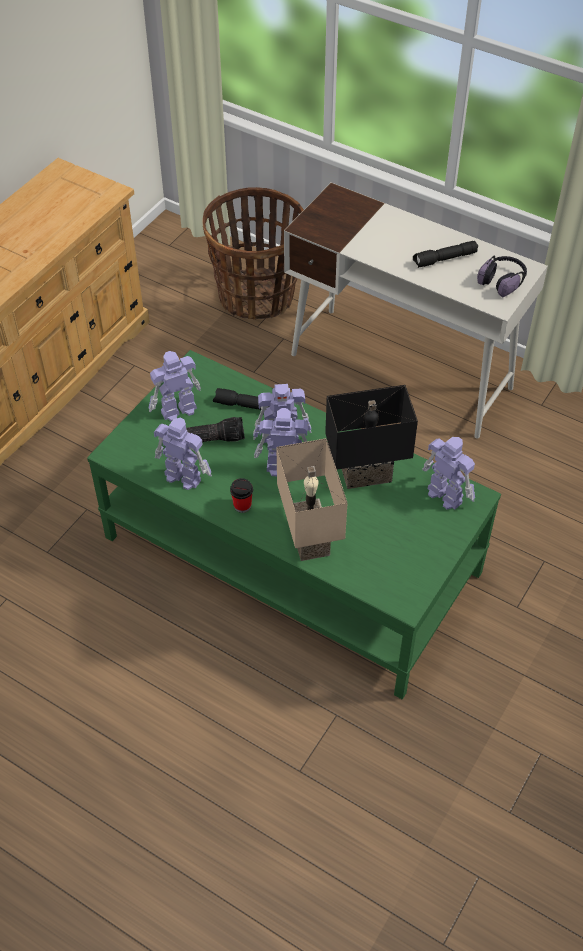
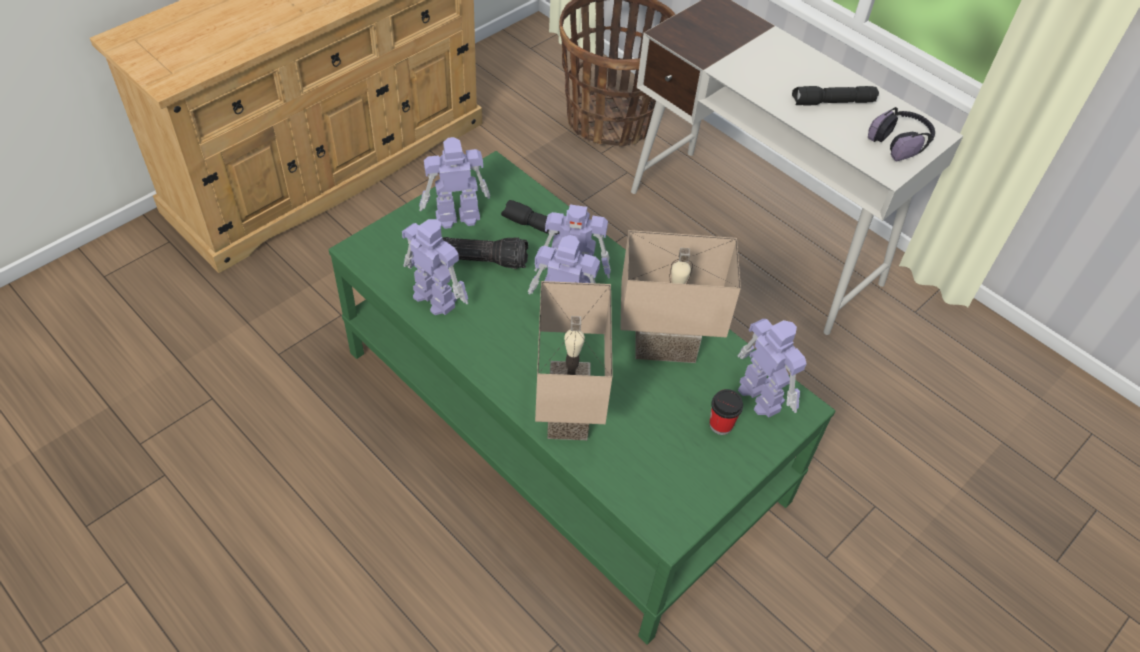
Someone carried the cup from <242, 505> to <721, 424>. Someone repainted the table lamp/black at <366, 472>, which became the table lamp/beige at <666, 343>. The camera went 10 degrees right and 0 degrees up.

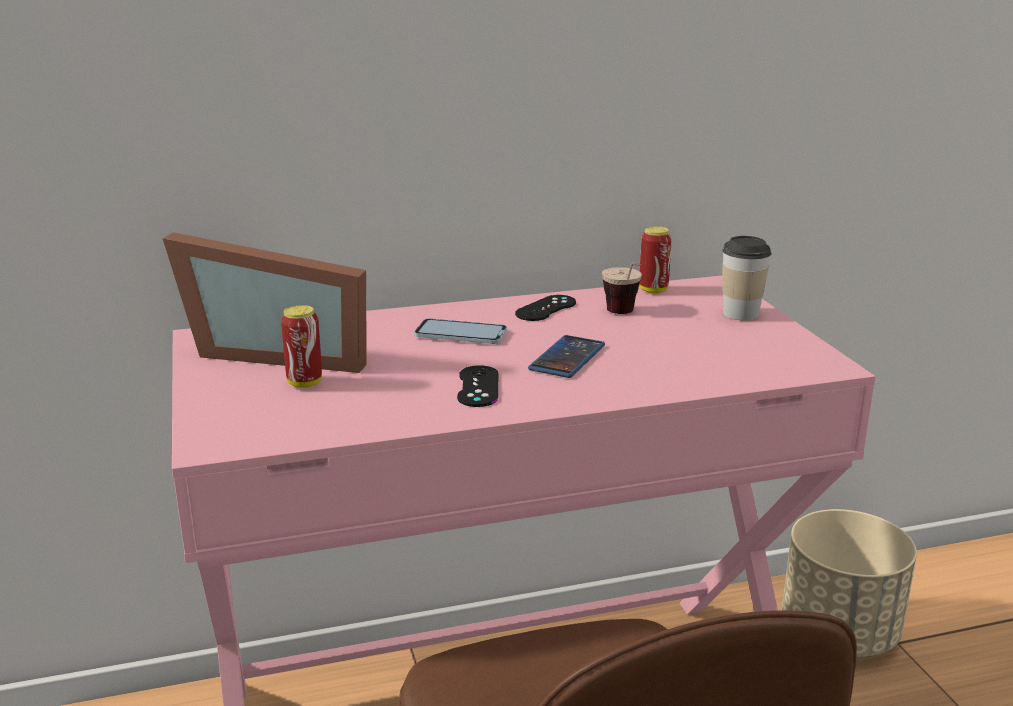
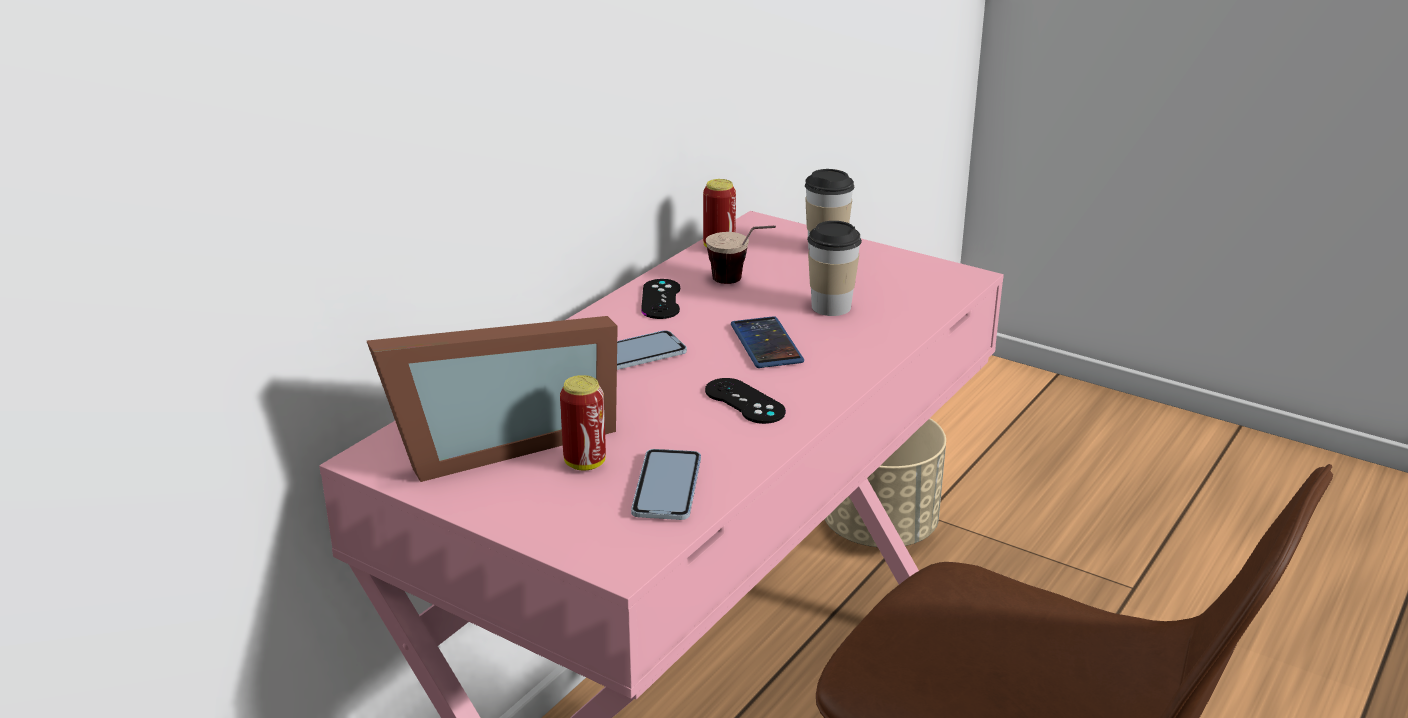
Someone put down the phone at <667, 487>. Someone put down the cup at <831, 307>. The camera went 40 degrees left and 5 degrees up.

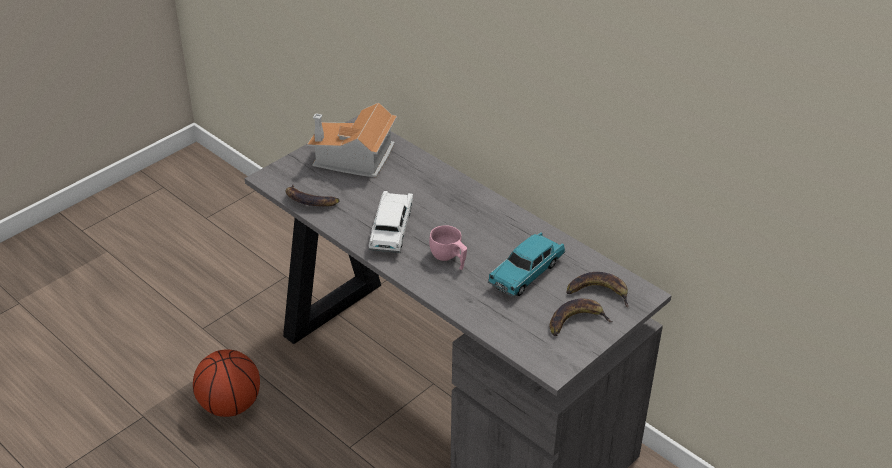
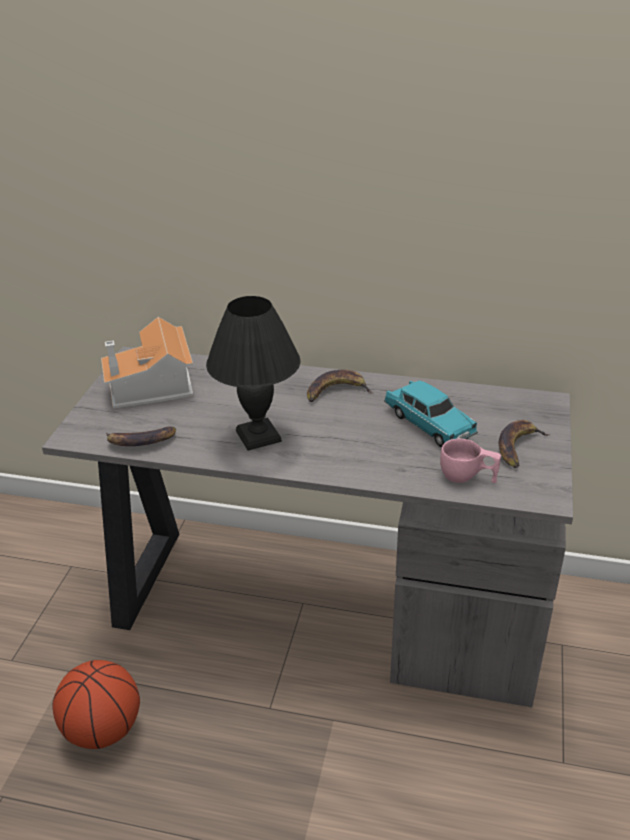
Someone swapped the toy car/white at <391, 230> for the table lamp/black at <257, 437>. Someone carried the cup/pink from <449, 258> to <467, 477>. Someone rotated the toy car/turquoise at <526, 273> by 45 degrees counterclockwise. Someone carried the banana from <598, 292> to <336, 391>. The camera went 30 degrees left and 5 degrees down.

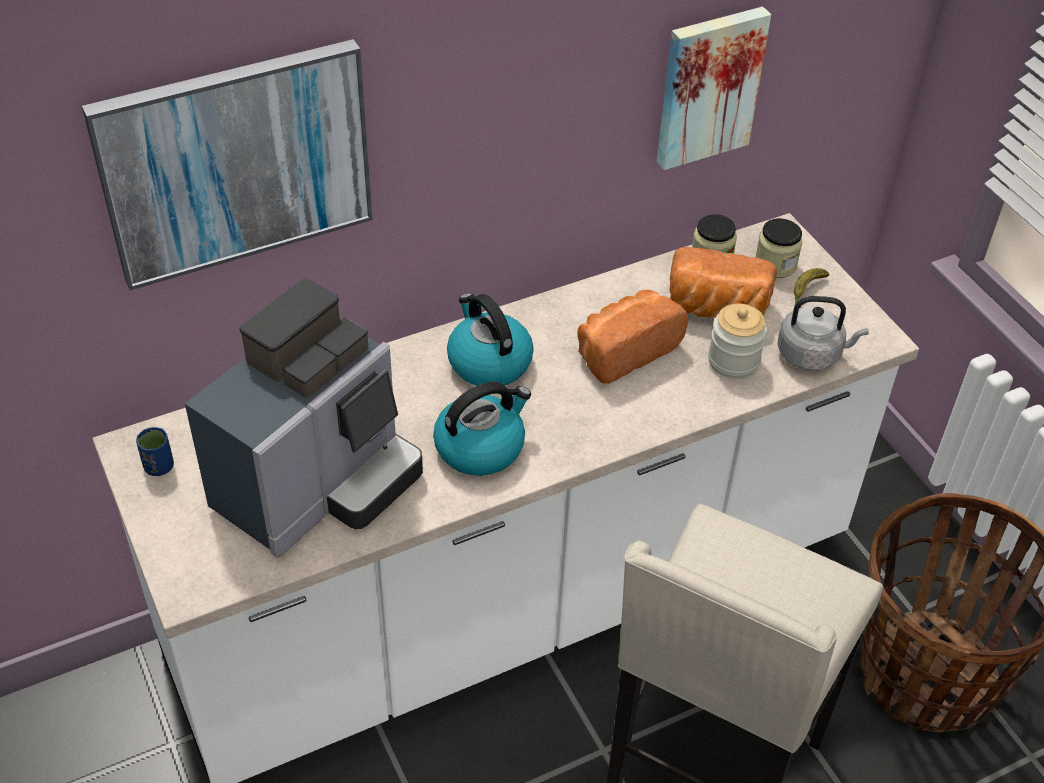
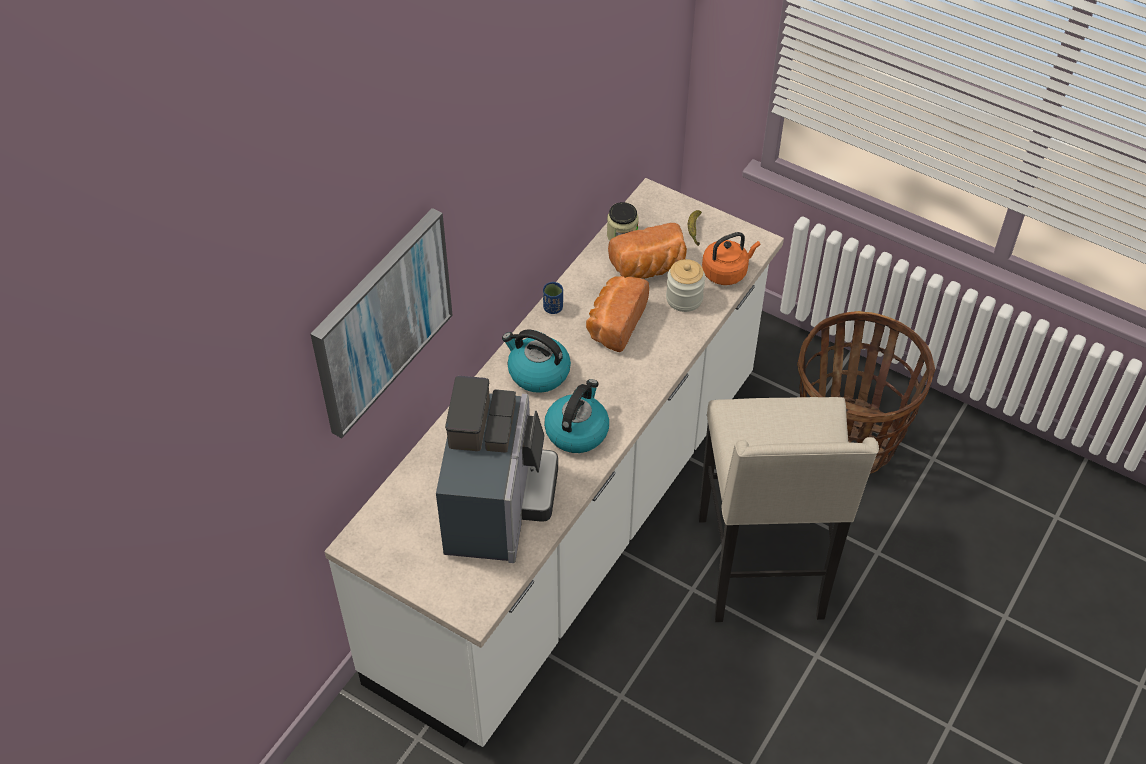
Someone carried the cup/blue from <159, 467> to <553, 308>. Someone took away the picture at <708, 86>. Someone took away the jar at <775, 265>. Someone repainted the kettle/grey at <812, 354>, which became the kettle/orange at <726, 272>. The camera went 30 degrees left and 5 degrees up.

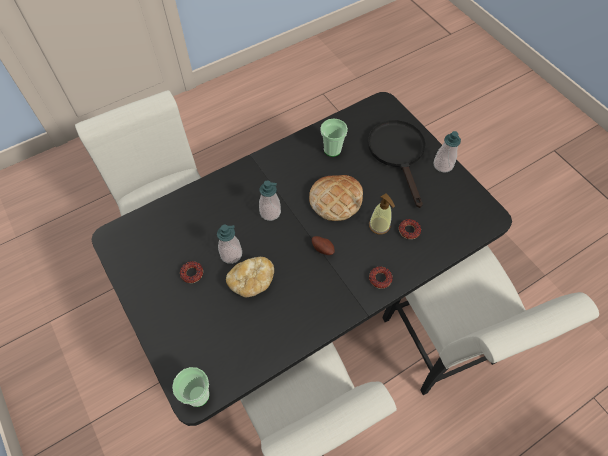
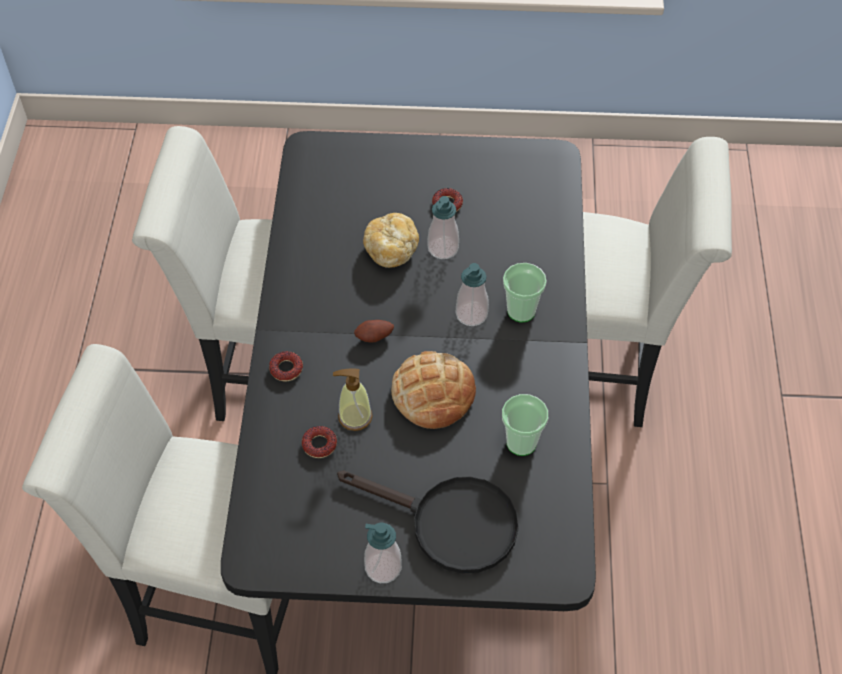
Someone carried the cup from <198, 395> to <521, 311>. The camera went 125 degrees right and 5 degrees down.

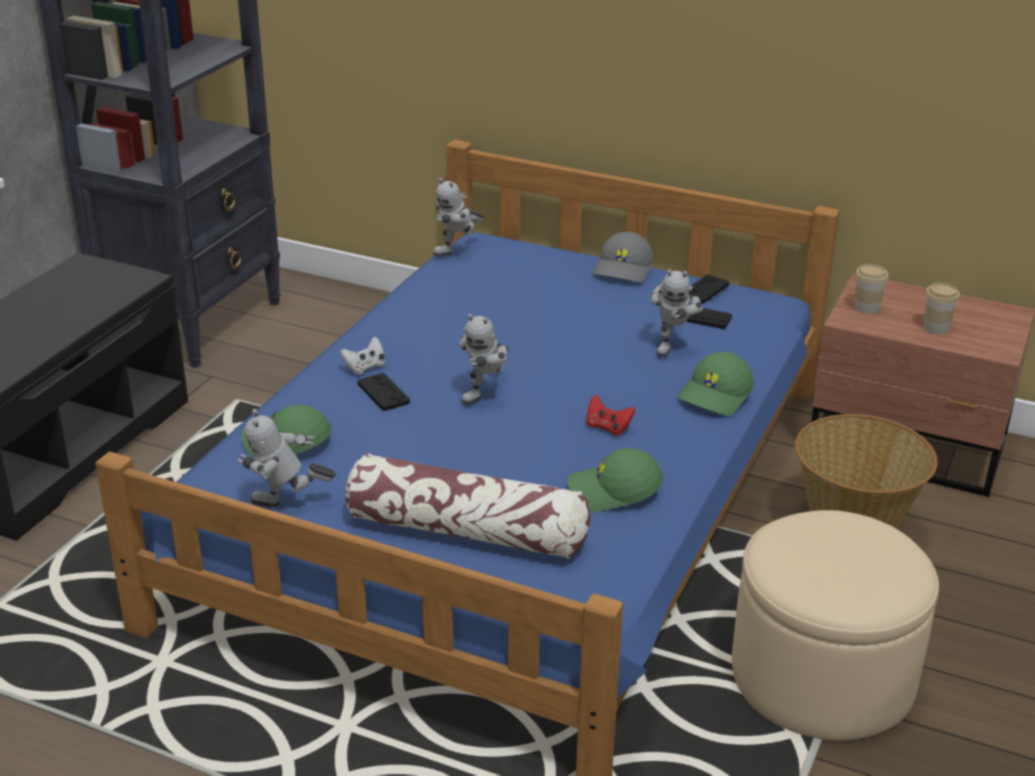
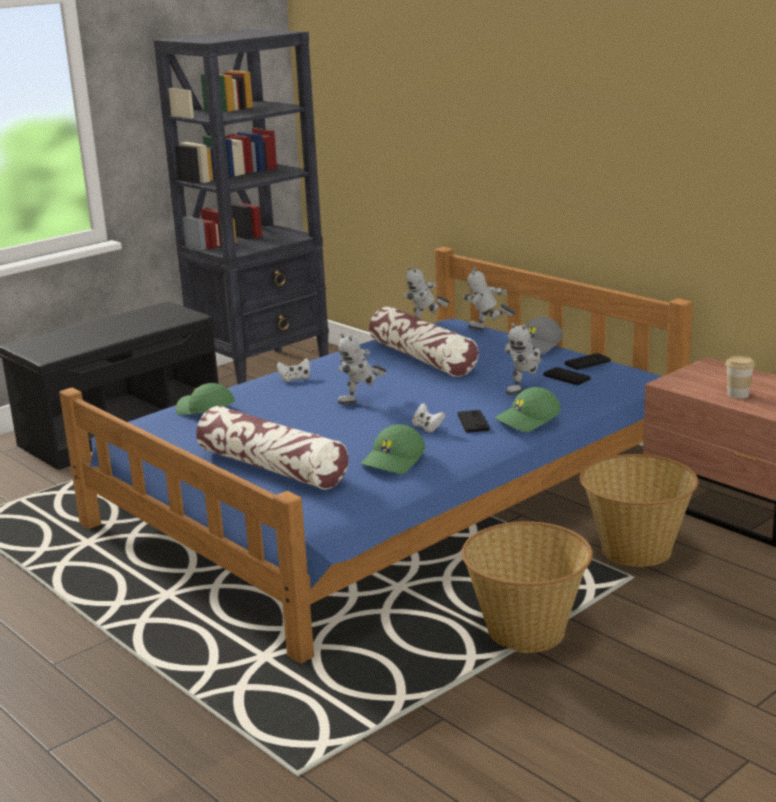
Someone carried the toy robot from <286, 507> to <487, 331>. Someone carried the game controller/black from <383, 393> to <473, 422>. Someone rotated the cap/green at <613, 491> by 75 degrees counterclockwise. Someone repainted the game controller/red at <608, 427>, which became the game controller/white at <427, 428>. Someone swapped the ottoman/beige at <822, 676> for the basket at <527, 630>. Someone took away the cup at <866, 308>. Someone put down the pillow at <422, 358>. The camera went 25 degrees right and 10 degrees down.

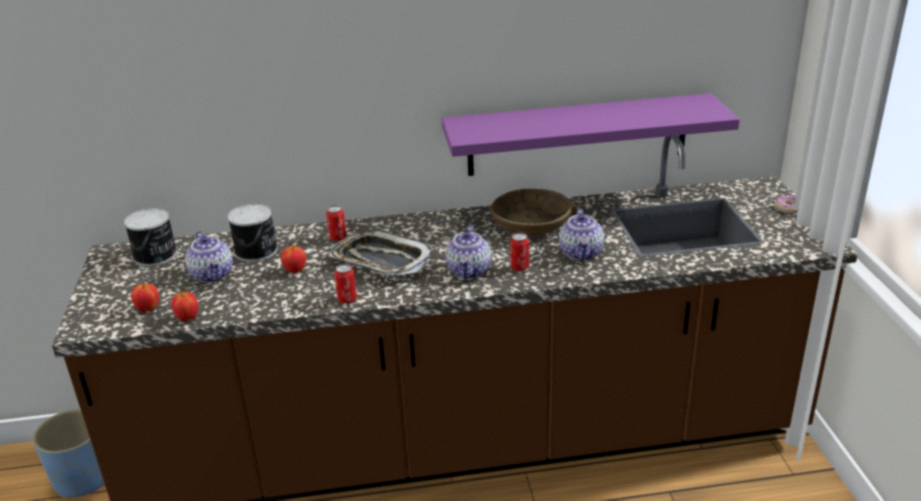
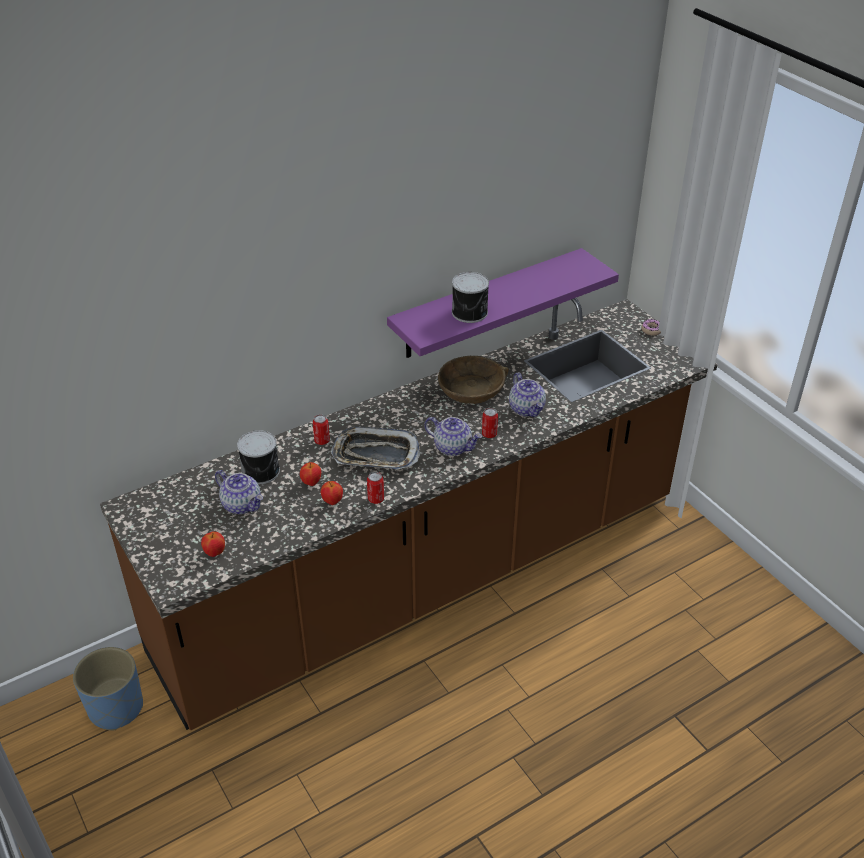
Someone carried the can from <156, 255> to <470, 312>. Someone carried the apple from <187, 318> to <332, 501>. Someone rotated the teapot at <469, 271> by 45 degrees counterclockwise. The camera went 25 degrees left and 10 degrees up.

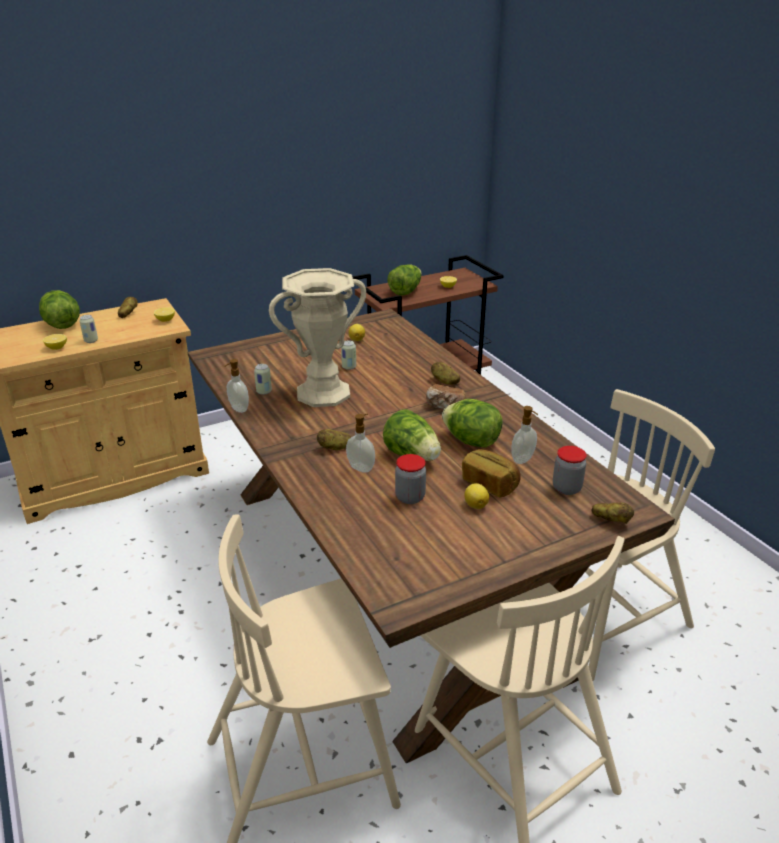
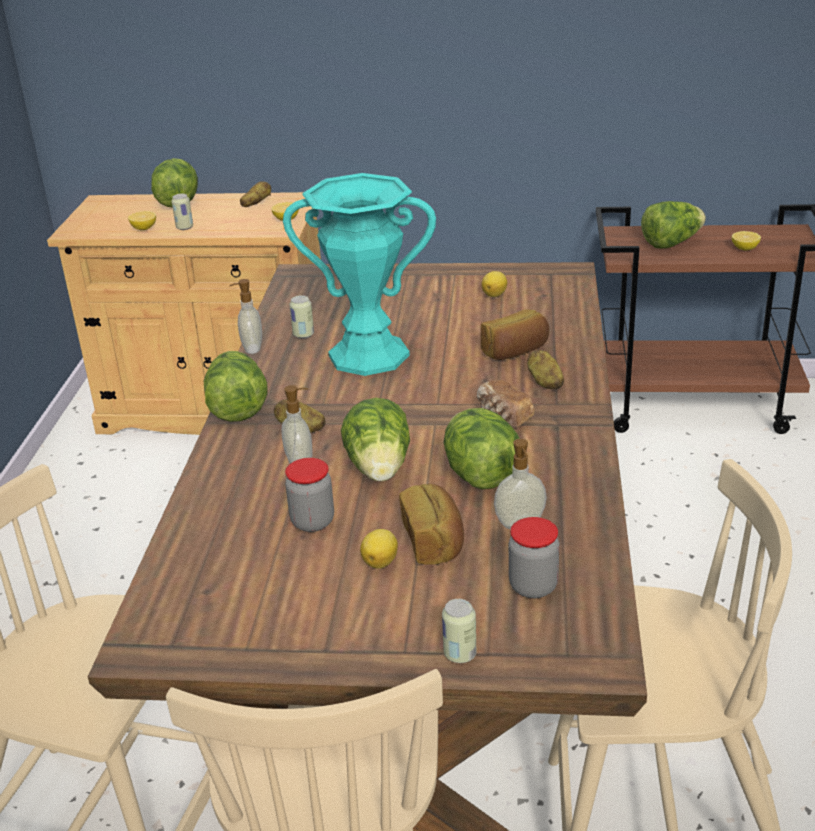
Someone repainted the vase/beige at <323, 393>, which became the vase/turquoise at <368, 356>. Someone carried the can from <349, 367> to <460, 654>. Someone took away the potato at <611, 520>. Someone put down the lettuce at <237, 408>. Someone put down the bread at <515, 351>. The camera went 35 degrees right and 0 degrees up.

